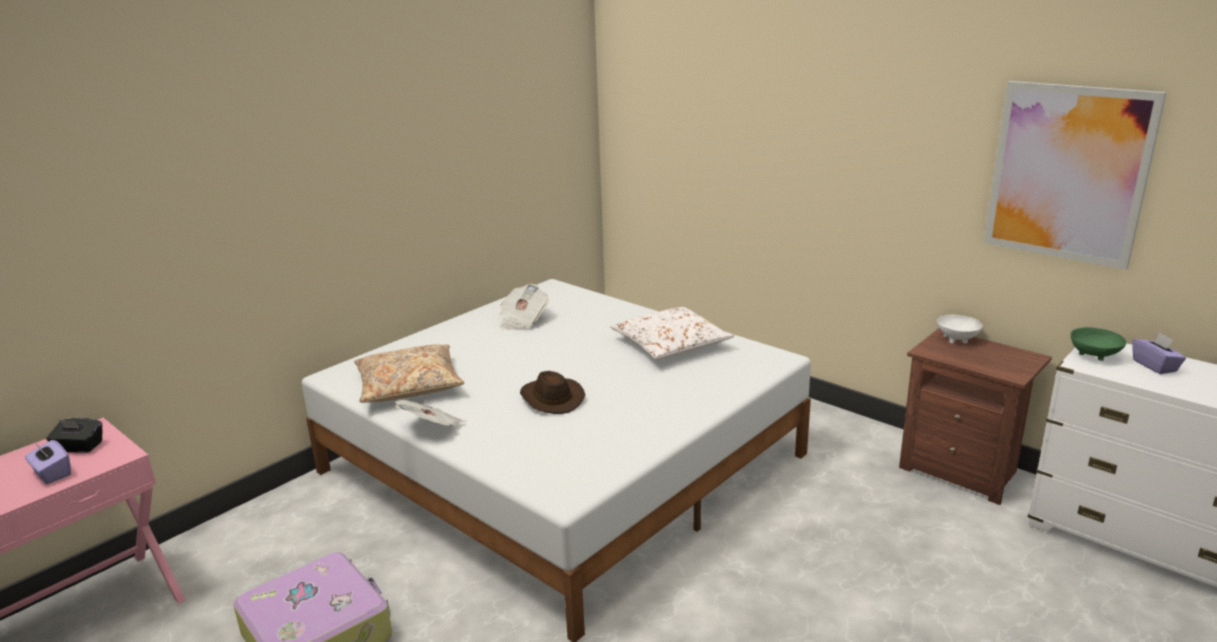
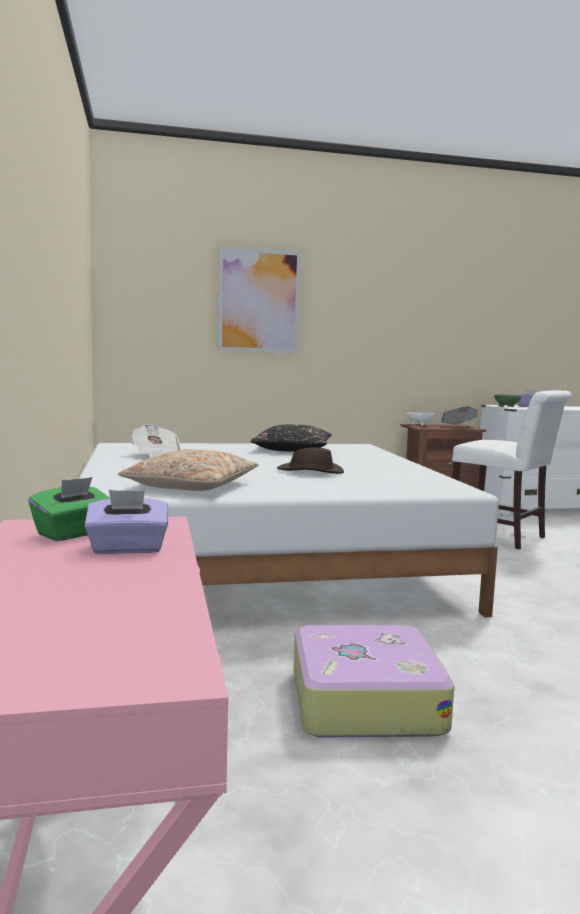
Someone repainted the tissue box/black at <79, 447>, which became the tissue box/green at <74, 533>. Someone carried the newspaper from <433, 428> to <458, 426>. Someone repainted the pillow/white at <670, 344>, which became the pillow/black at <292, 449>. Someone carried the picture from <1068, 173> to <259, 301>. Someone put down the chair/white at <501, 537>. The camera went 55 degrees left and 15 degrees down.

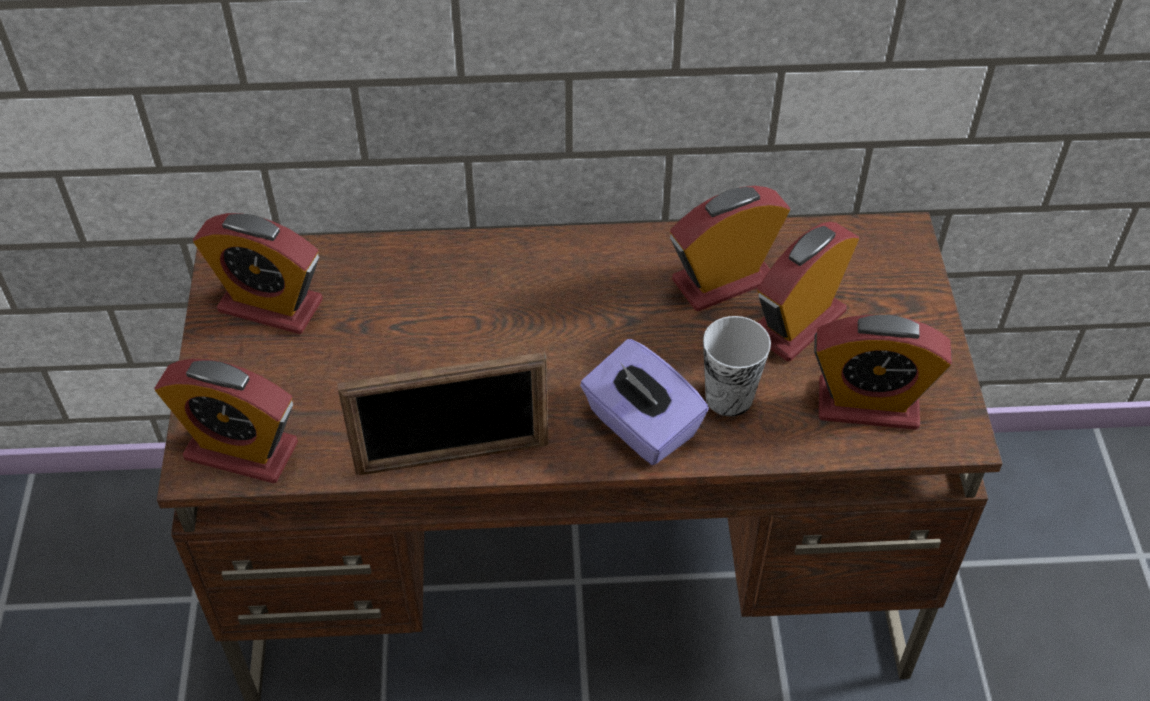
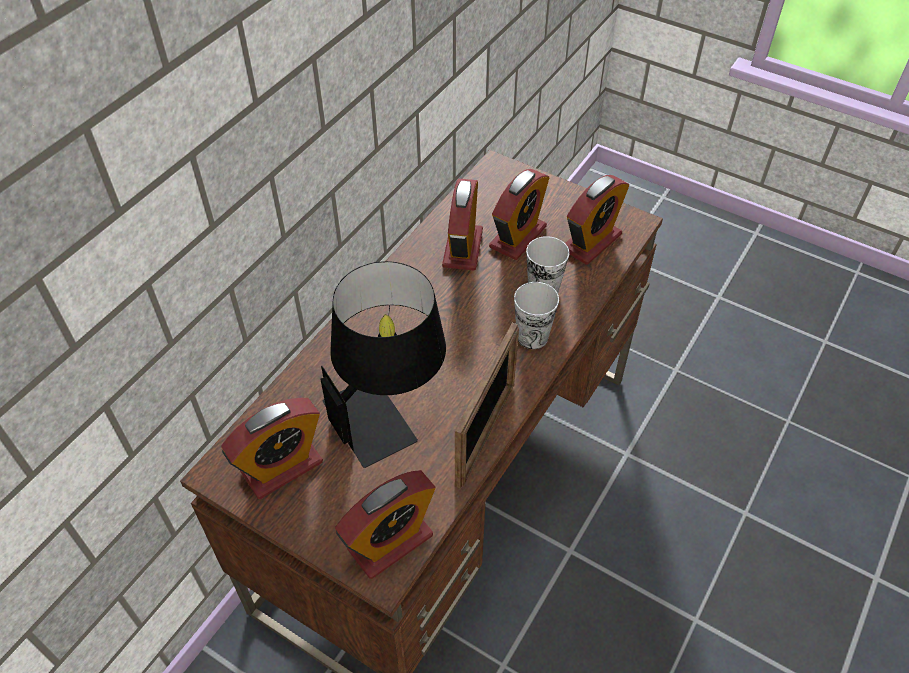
Someone swapped the tissue box/purple at <640, 426> for the cup at <532, 337>. Someone rotated the alarm clock at <797, 323> by 135 degrees counterclockwise. Someone put down the table lamp/black at <387, 410>. The camera went 55 degrees left and 0 degrees up.

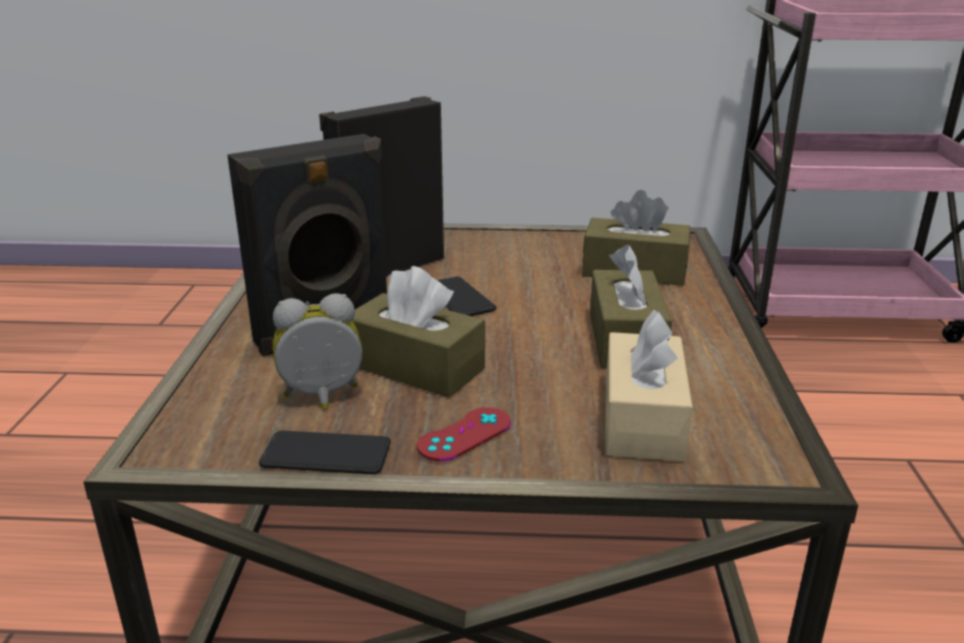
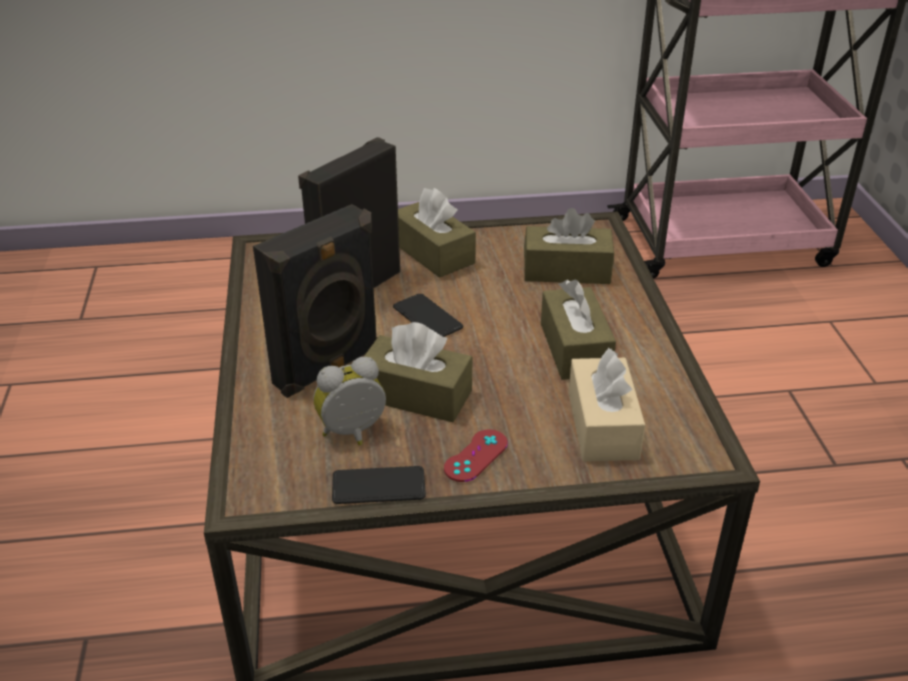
Someone put down the tissue box/brown at <433, 253>. The camera went 10 degrees left and 10 degrees up.

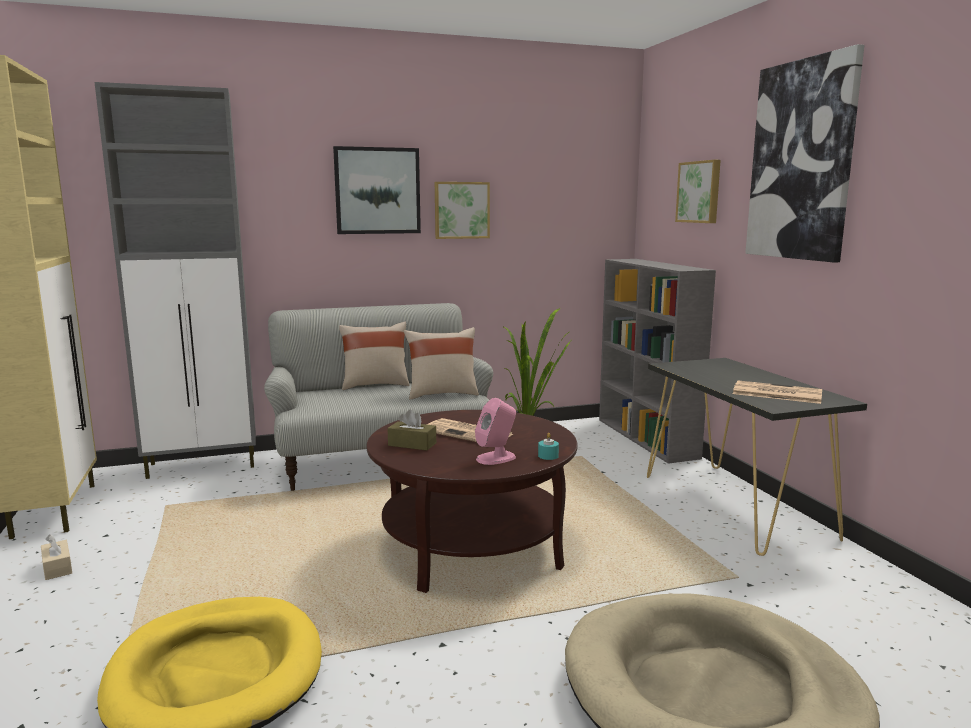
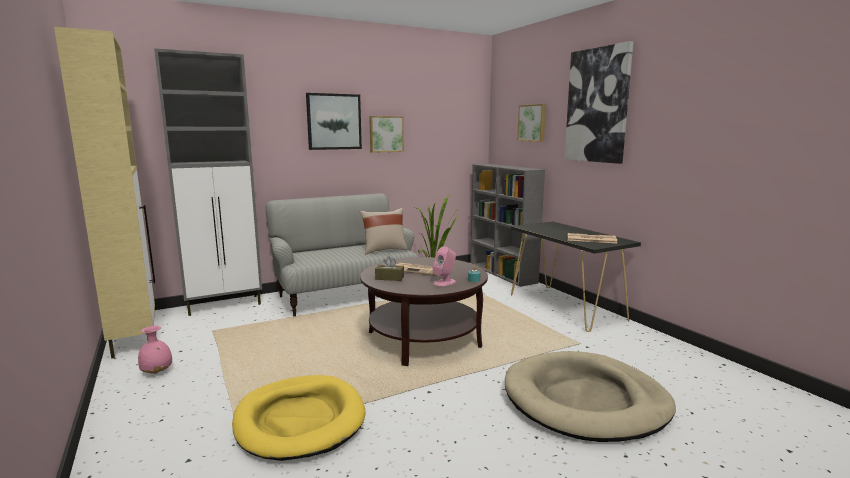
Someone swapped the tissue box/beige at <57, 567> for the vase/pink at <157, 372>. Someone took away the pillow/beige at <375, 385>. The camera went 10 degrees left and 0 degrees up.

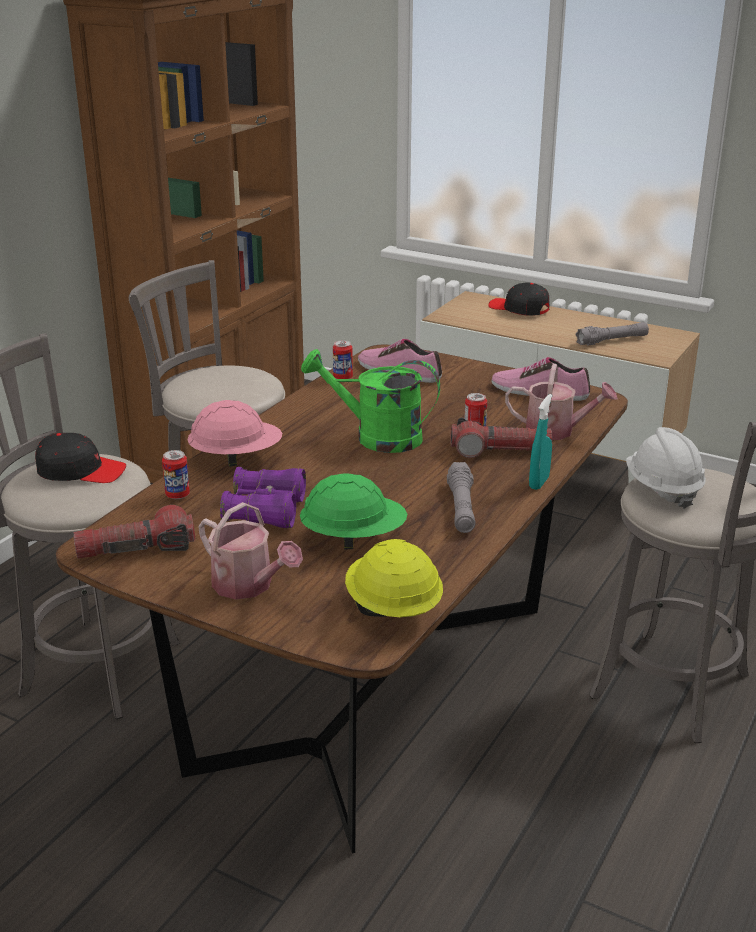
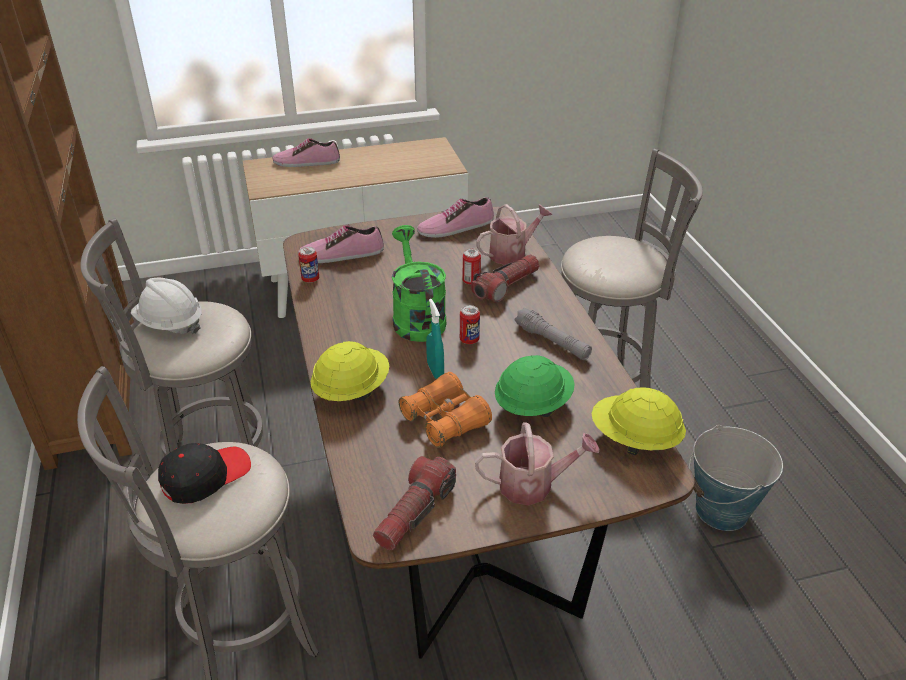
Someone carried the can from <177, 495> to <469, 340>. Someone repainted the hard hat/pink at <236, 458>, which became the hard hat/yellow at <351, 390>. Someone repainted the binoculars/purple at <265, 511>, which became the binoculars/orange at <445, 420>. Someone rotated the watering can/green at <376, 437> by 105 degrees clockwise. Someone swapped the cap/black at <519, 309> for the shoe at <306, 162>. Someone carried the spray bottle/turquoise from <539, 483> to <435, 370>. Someone took away the flashlight/grey at <612, 341>. Someone carried the hard hat/white from <662, 489> to <170, 323>. Someone put down the bucket at <722, 511>. The camera went 45 degrees left and 10 degrees up.

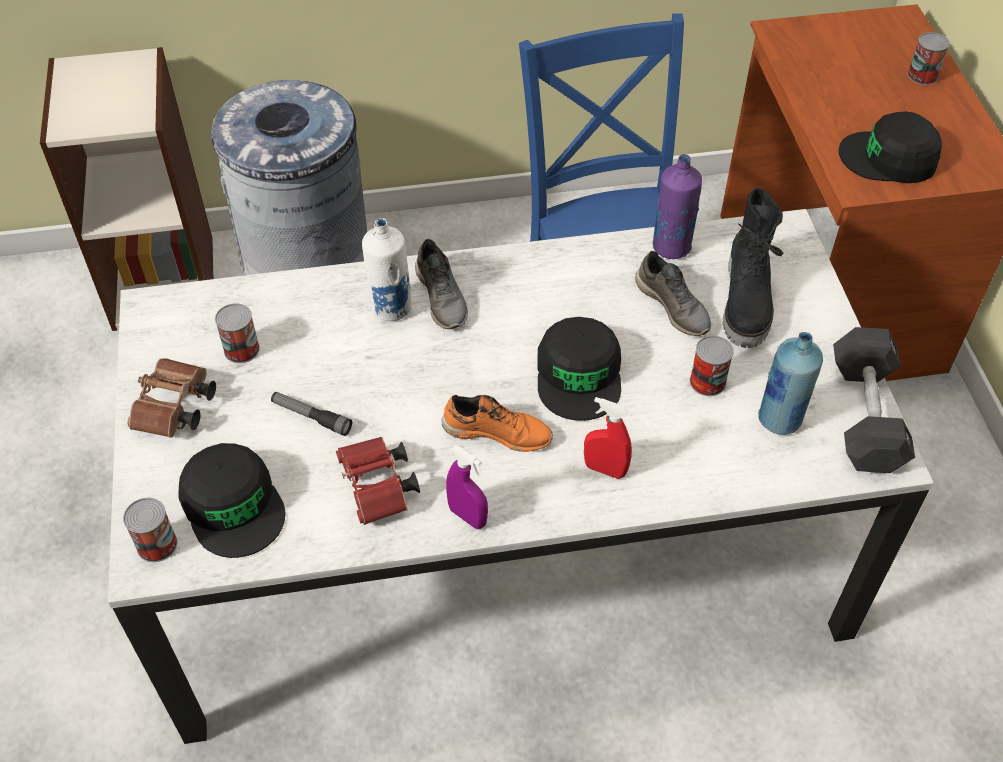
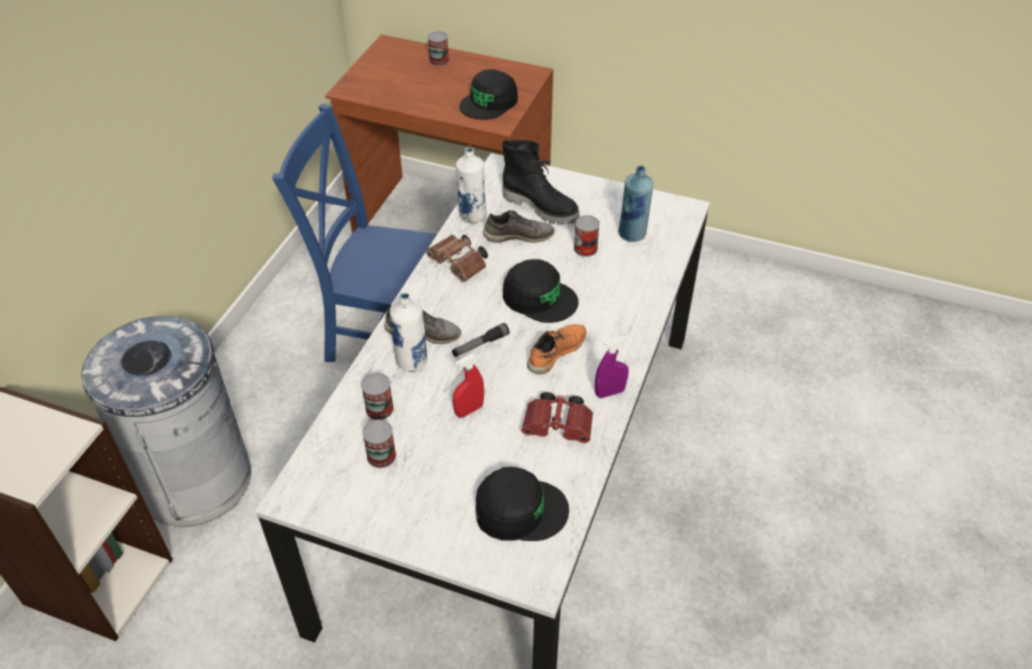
Someone carried the can from <157, 544> to <379, 409>. Someone carried the binoculars/brown from <175, 410> to <460, 266>. Someone carried the flashlight from <311, 417> to <480, 345>. Someone carried the spray bottle/red from <605, 469> to <469, 410>. Someone repainted the bottle/purple at <671, 247>, which became the bottle/white at <472, 215>. Someone took away the dumbbell/black at <866, 415>. The camera went 60 degrees left and 5 degrees down.

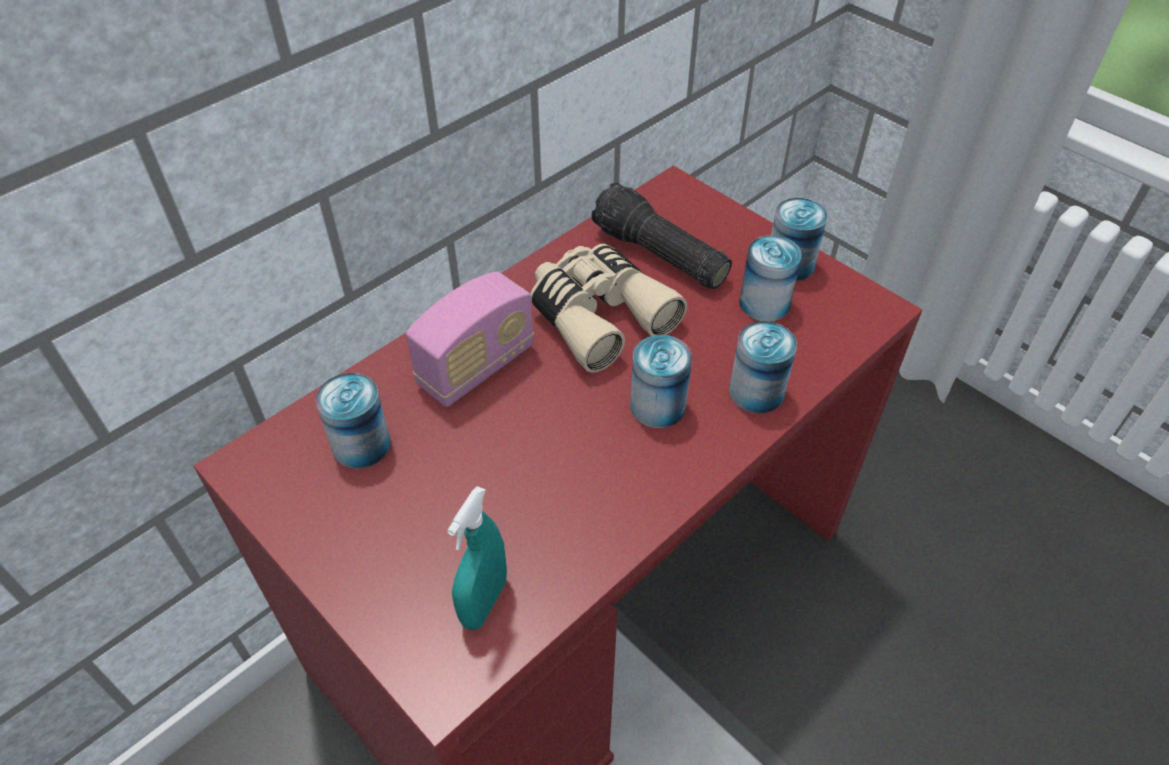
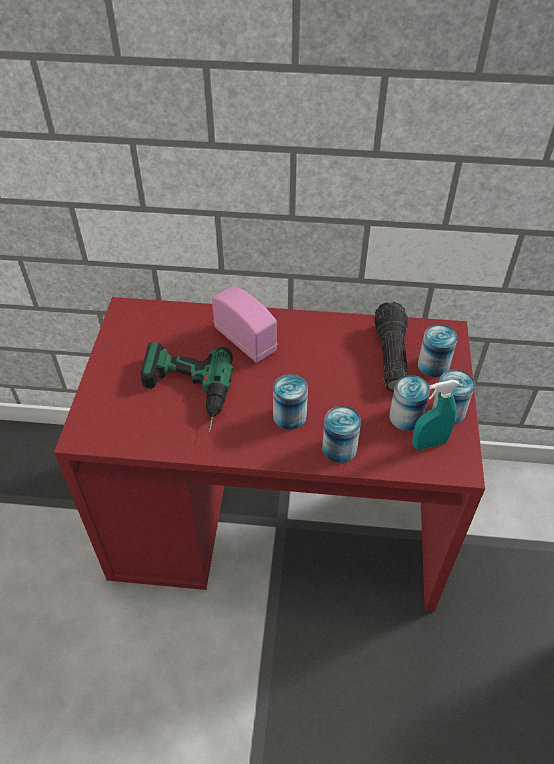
Someone carried the can from <361, 445> to <433, 365>. Someone rotated the radio at <476, 367> by 135 degrees counterclockwise. Someone carried the spray bottle/turquoise from <484, 603> to <429, 443>. Someone took away the binoculars/beige at <598, 316>. Someone put down the power drill at <185, 394>. The camera went 50 degrees right and 0 degrees up.

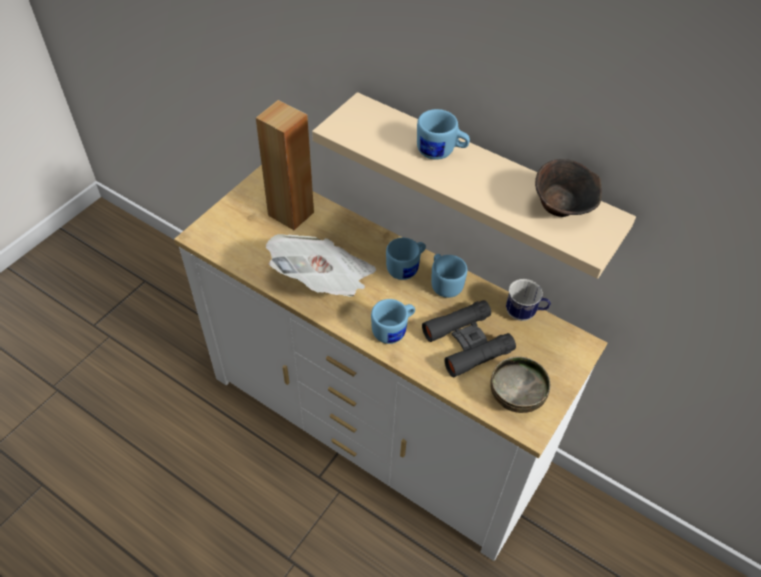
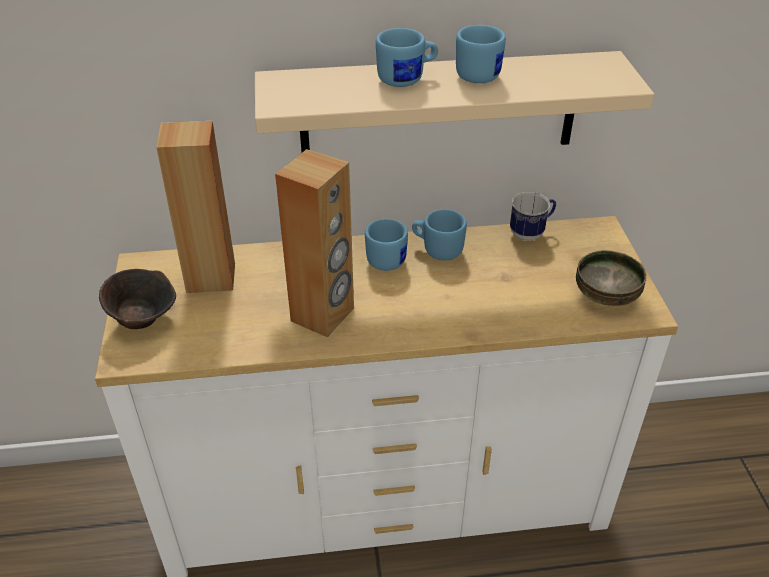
Someone swapped the newspaper at <324, 281> for the speaker/brown at <323, 315>. Someone carried the mug/blue from <394, 330> to <479, 73>. Someone took away the binoculars/black at <467, 342>. Someone carried the bowl/brown from <562, 208> to <143, 318>. The camera went 40 degrees left and 10 degrees down.

